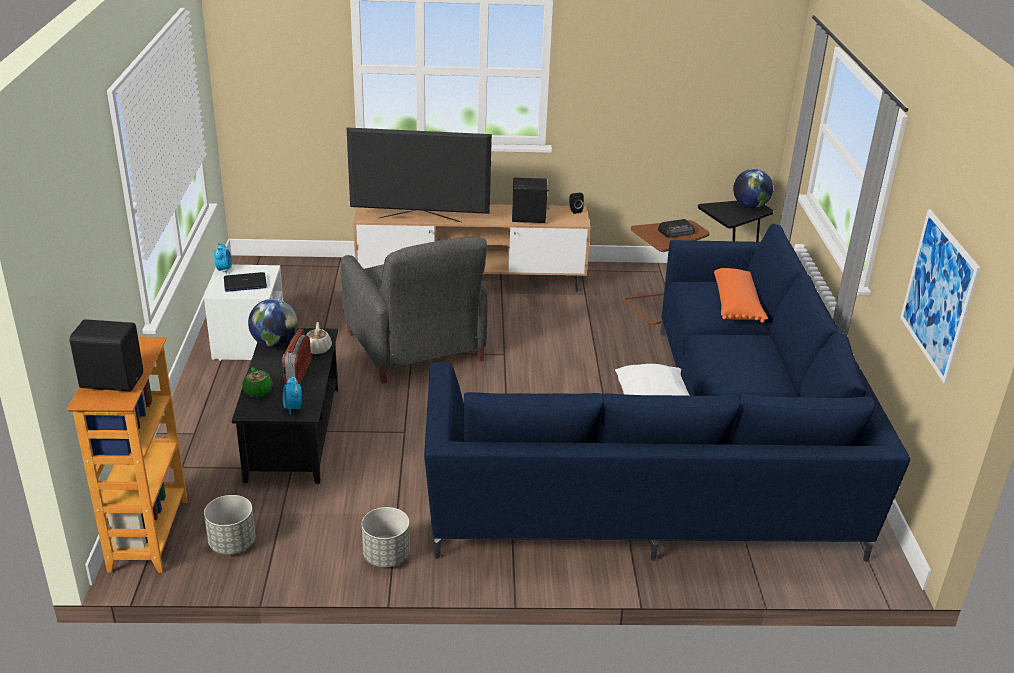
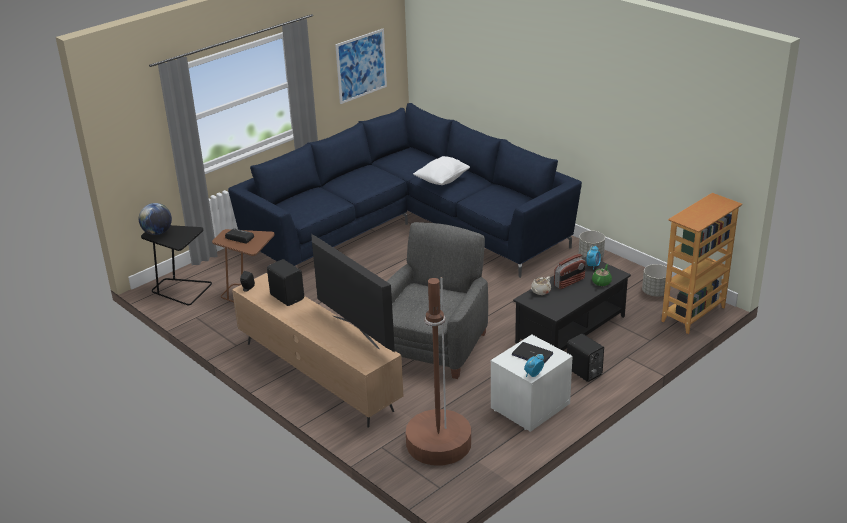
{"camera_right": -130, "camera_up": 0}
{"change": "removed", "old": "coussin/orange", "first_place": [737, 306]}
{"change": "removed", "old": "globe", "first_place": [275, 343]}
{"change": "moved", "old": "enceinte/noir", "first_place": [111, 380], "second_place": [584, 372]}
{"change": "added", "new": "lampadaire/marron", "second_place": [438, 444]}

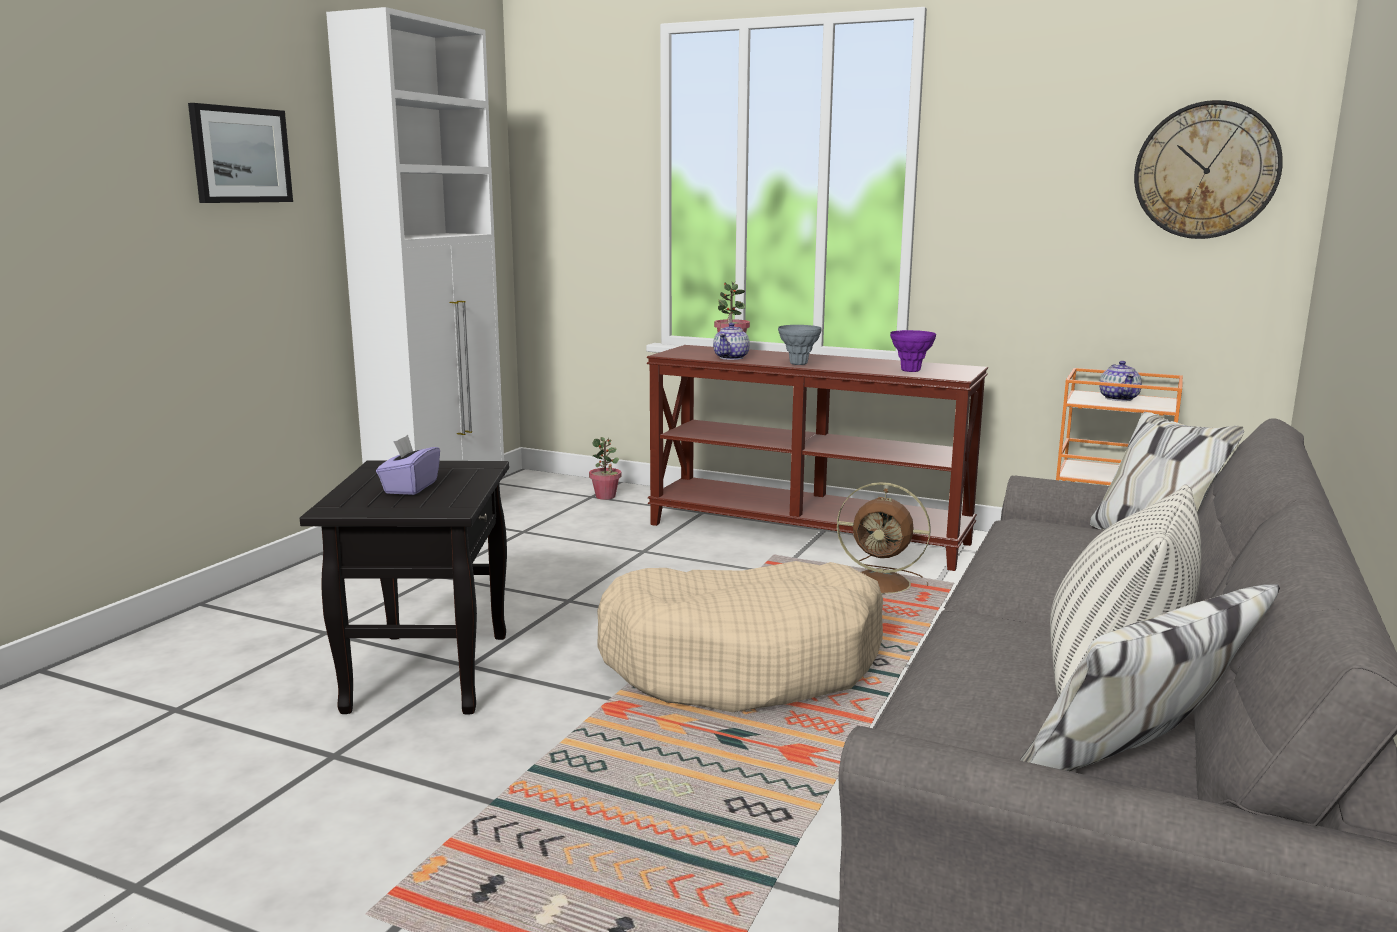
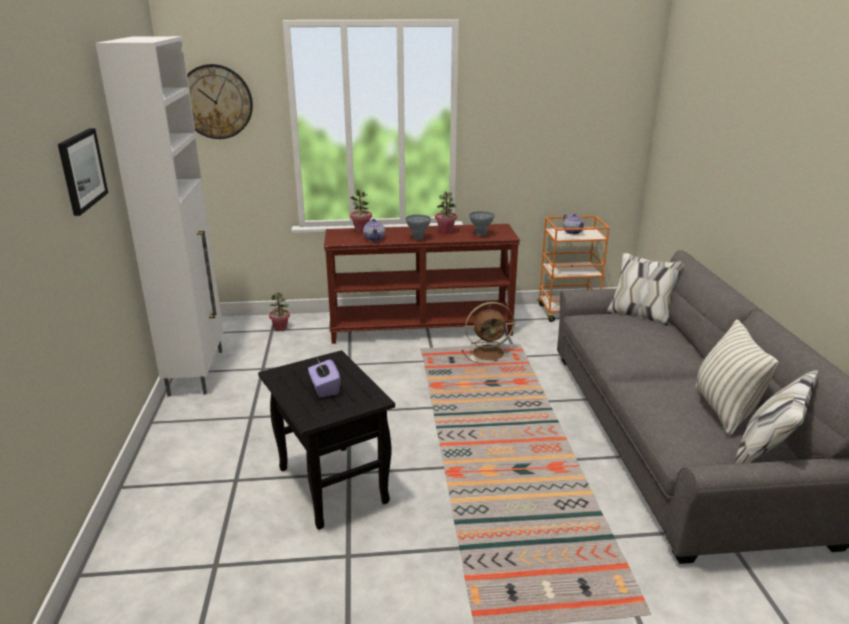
{"camera_right": -30, "camera_up": 10}
{"change": "moved", "old": "horloge murale", "first_place": [1206, 170], "second_place": [216, 102]}
{"change": "recoloured", "old": "vase/violet", "new": "vase/gris", "first_place": [910, 371], "second_place": [481, 235]}
{"change": "removed", "old": "panier pour chien/beige", "first_place": [743, 663]}
{"change": "added", "new": "plante en pot", "second_place": [445, 232]}

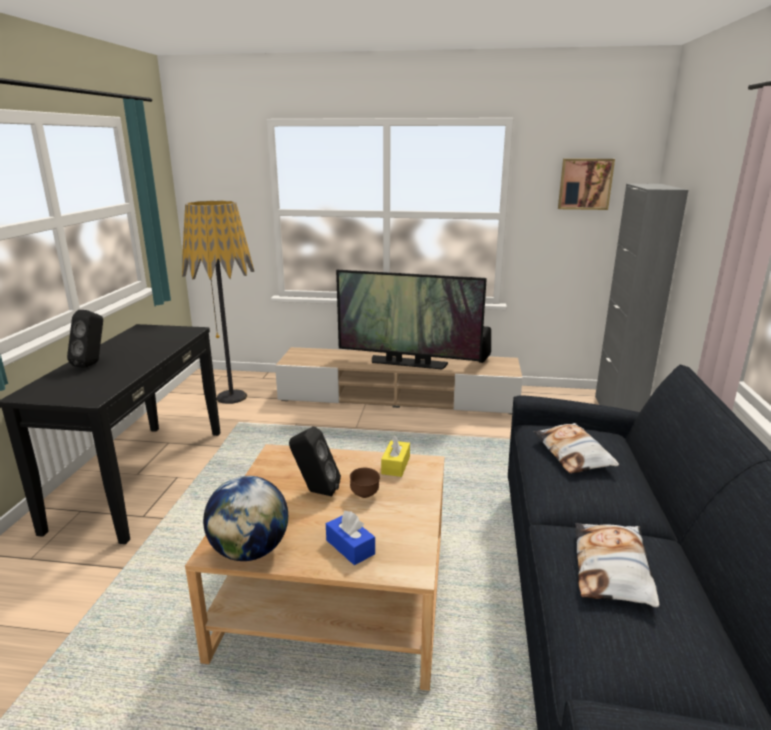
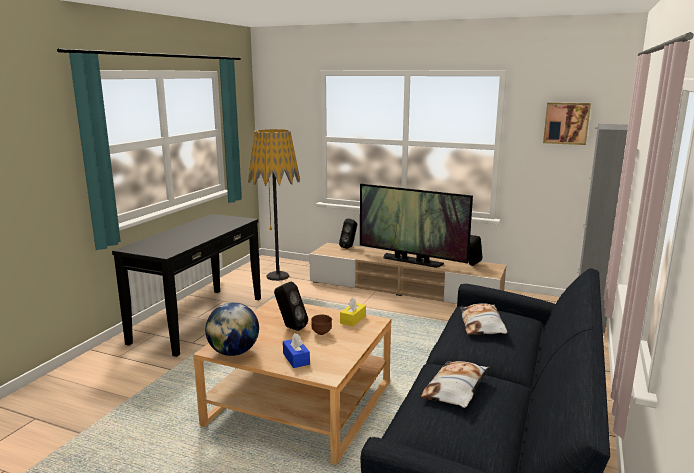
{"camera_right": 15, "camera_up": -5}
{"change": "moved", "old": "enceinte/noir", "first_place": [92, 364], "second_place": [349, 247]}

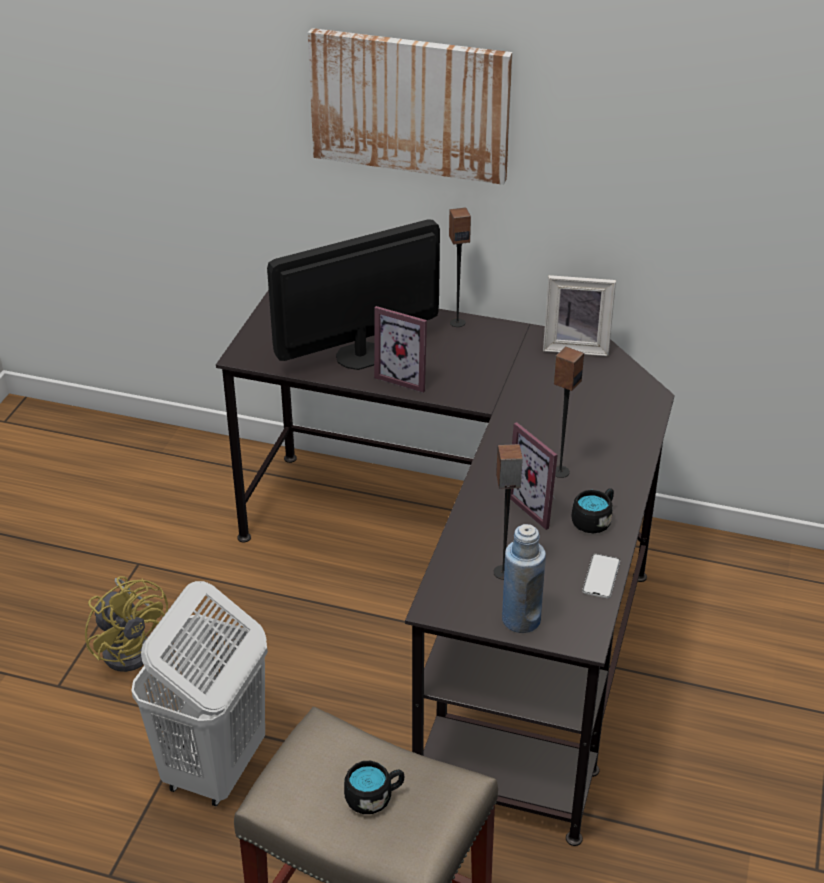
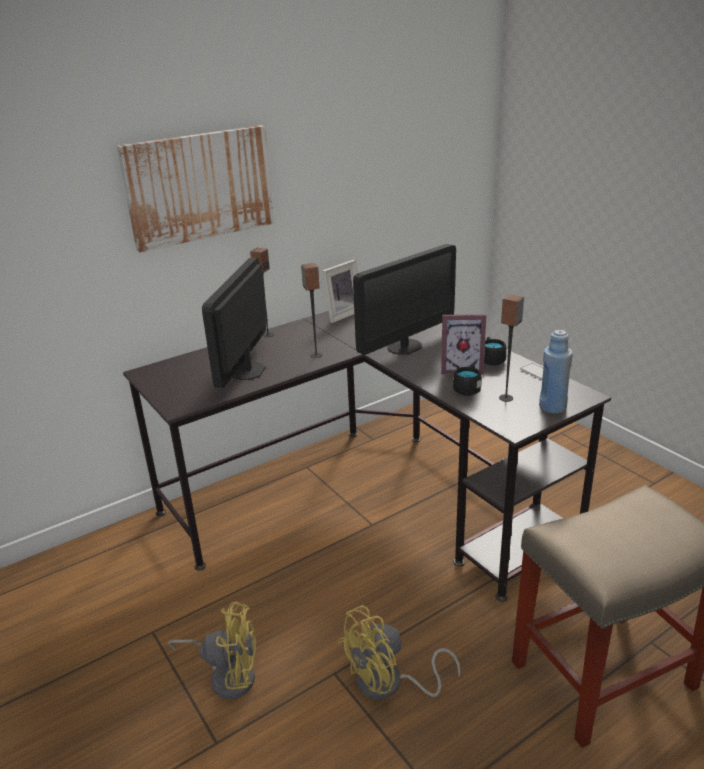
{"camera_right": -50, "camera_up": -10}
{"change": "removed", "old": "cadre photo", "first_place": [405, 377]}
{"change": "moved", "old": "enceinte", "first_place": [559, 471], "second_place": [316, 355]}
{"change": "replaced", "old": "panier à linge/blanc", "new": "ventilateur/jaune", "first_place": [213, 768], "second_place": [389, 684]}
{"change": "moved", "old": "mug/noir", "first_place": [374, 797], "second_place": [468, 388]}
{"change": "added", "new": "écran d'ordinateur", "second_place": [404, 347]}

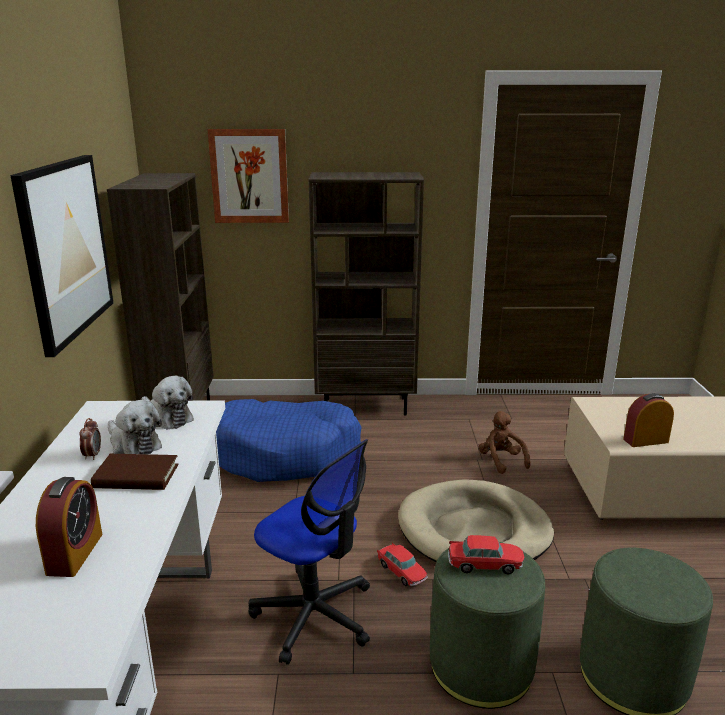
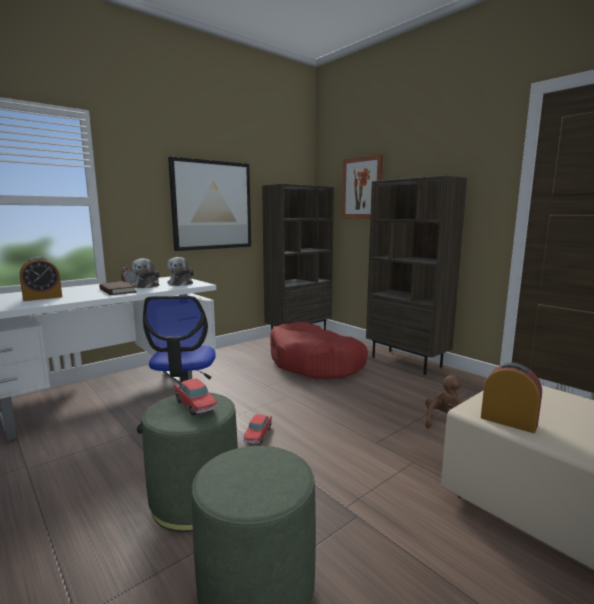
{"camera_right": 50, "camera_up": -10}
{"change": "recoloured", "old": "panier pour chien/bleu", "new": "panier pour chien/rouge", "first_place": [285, 454], "second_place": [315, 363]}
{"change": "removed", "old": "panier pour chien/beige", "first_place": [474, 531]}

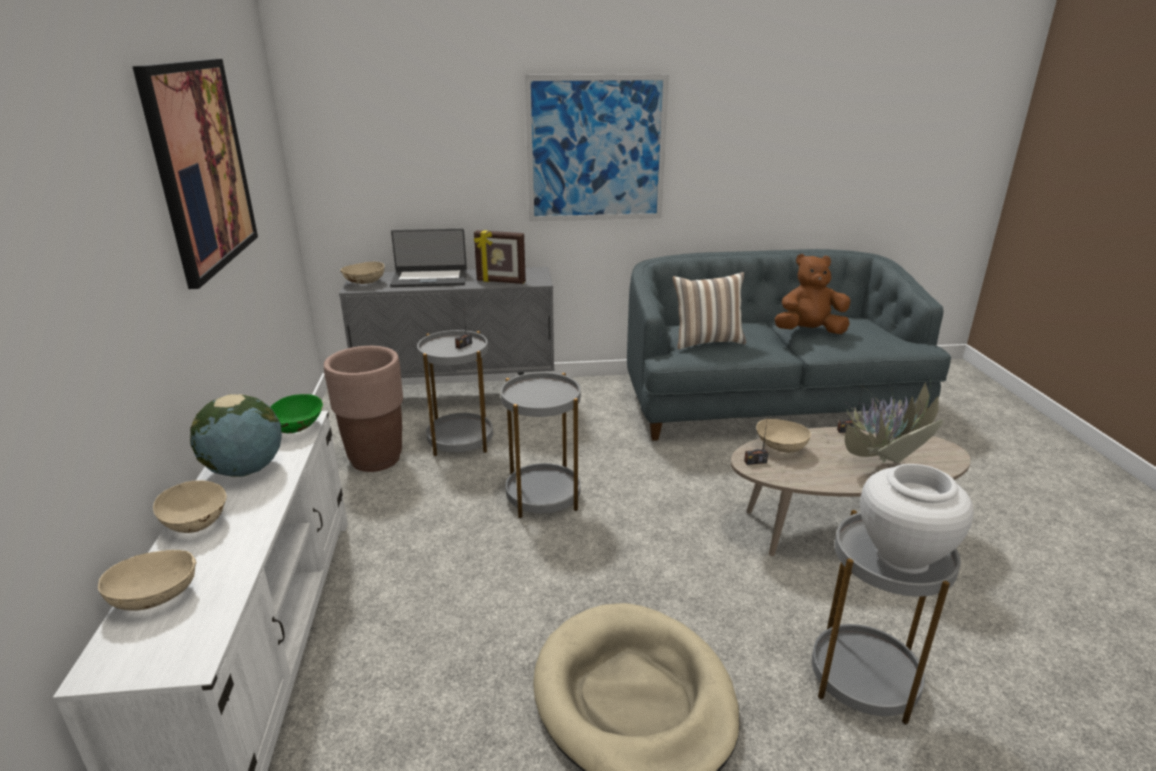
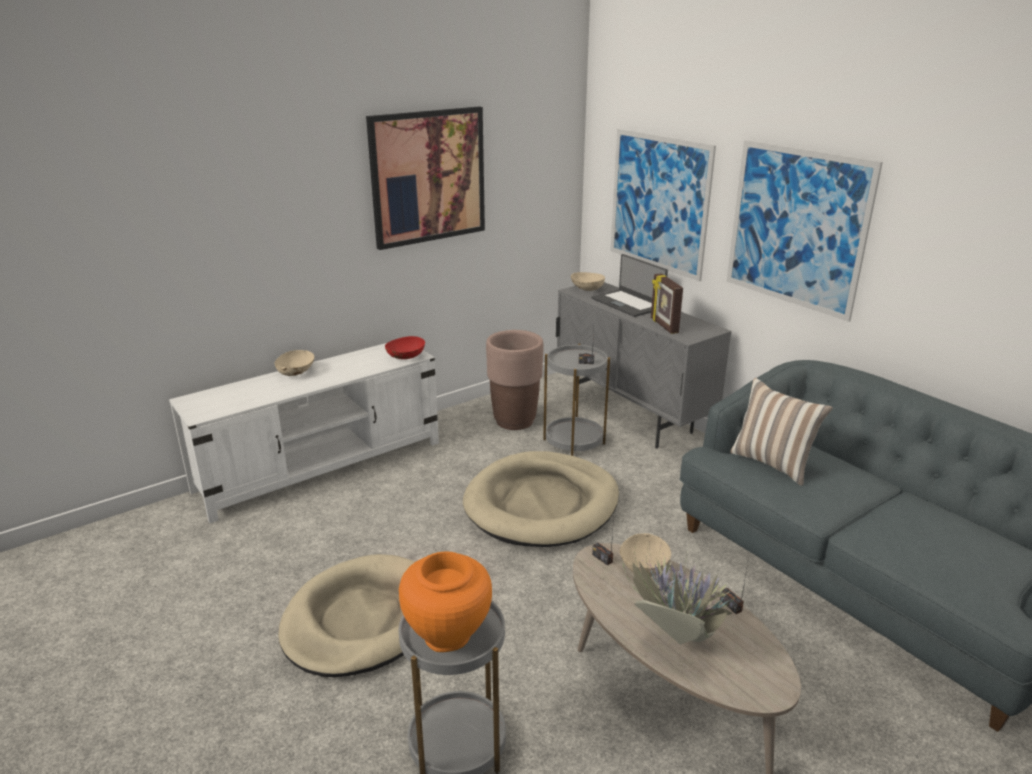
{"camera_right": 60, "camera_up": 0}
{"change": "removed", "old": "peluche/marron", "first_place": [808, 332]}
{"change": "replaced", "old": "table d'appoint/gris", "new": "panier pour chien/beige", "first_place": [543, 497], "second_place": [542, 504]}
{"change": "removed", "old": "globe", "first_place": [245, 470]}
{"change": "recoloured", "old": "bol/vert", "new": "bol/rouge", "first_place": [298, 428], "second_place": [406, 357]}
{"change": "recoloured", "old": "vase/blanc", "new": "vase/orange", "first_place": [902, 556], "second_place": [447, 635]}
{"change": "removed", "old": "bol/beige", "first_place": [156, 596]}
{"change": "added", "new": "tableau", "second_place": [659, 203]}

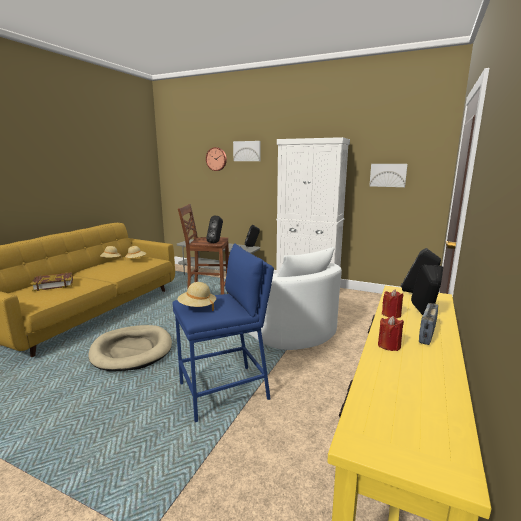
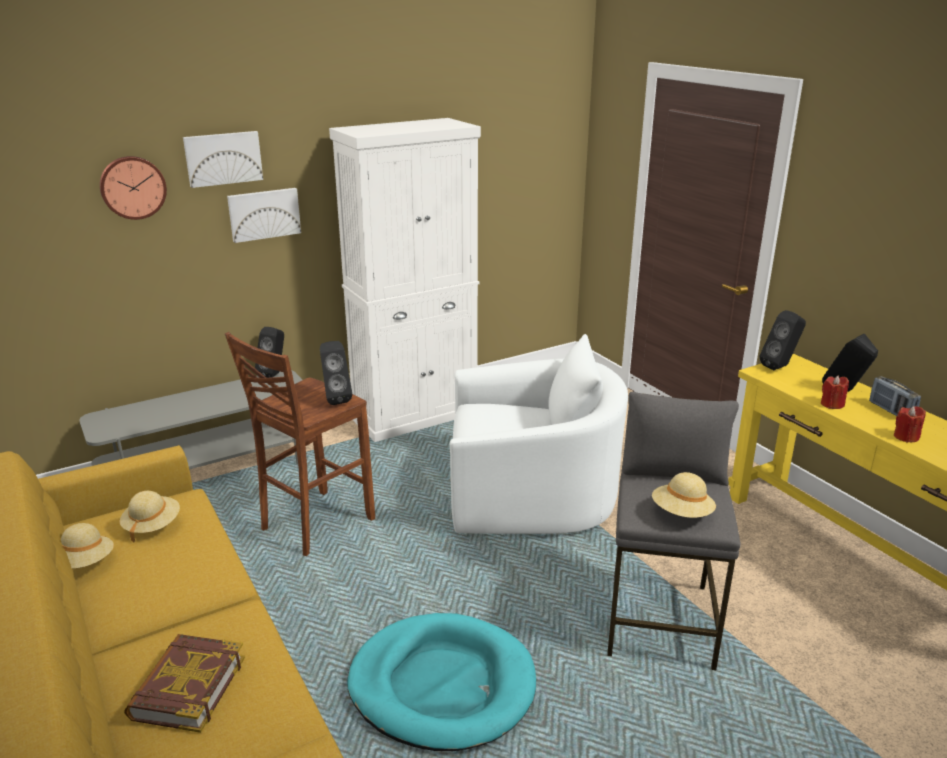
{"camera_right": -55, "camera_up": 10}
{"change": "moved", "old": "tableau", "first_place": [388, 175], "second_place": [264, 214]}
{"change": "recoloured", "old": "tabouret/bleu", "new": "tabouret/gris", "first_place": [224, 392], "second_place": [660, 619]}
{"change": "recoloured", "old": "panier pour chien/beige", "new": "panier pour chien/turquoise", "first_place": [132, 350], "second_place": [442, 685]}

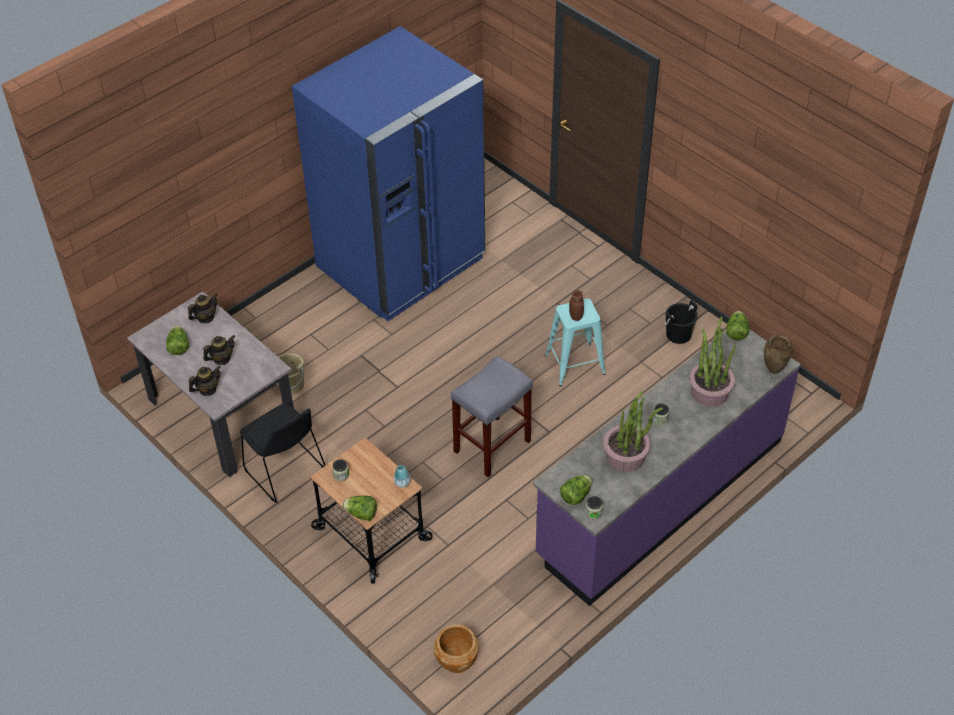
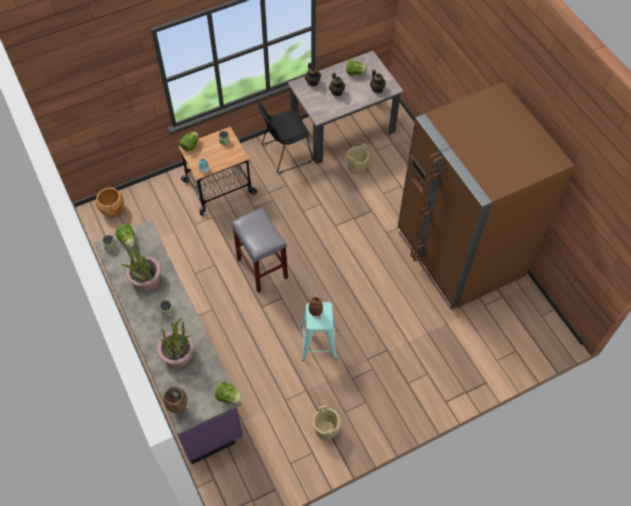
{"camera_right": 105, "camera_up": 10}
{"change": "recoloured", "old": "réfrigérateur/bleu", "new": "réfrigérateur/marron", "first_place": [400, 263], "second_place": [460, 254]}
{"change": "recoloured", "old": "seau/noir", "new": "seau/beige", "first_place": [678, 334], "second_place": [326, 429]}

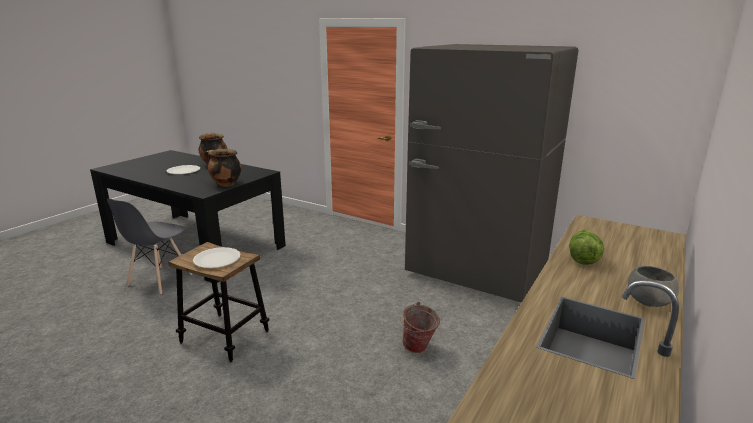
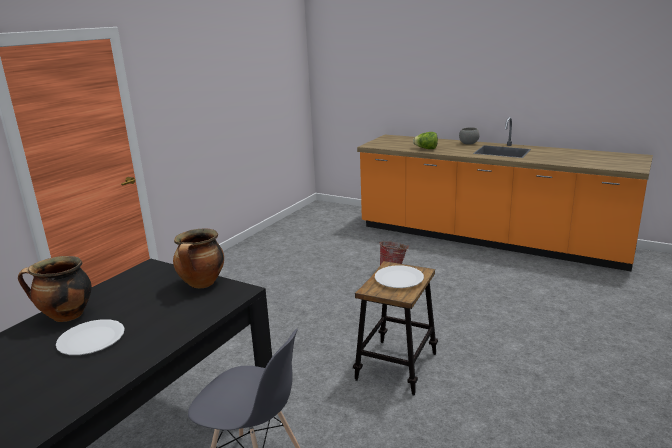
{"camera_right": -90, "camera_up": 0}
{"change": "removed", "old": "réfrigérateur/gris", "first_place": [476, 272]}

